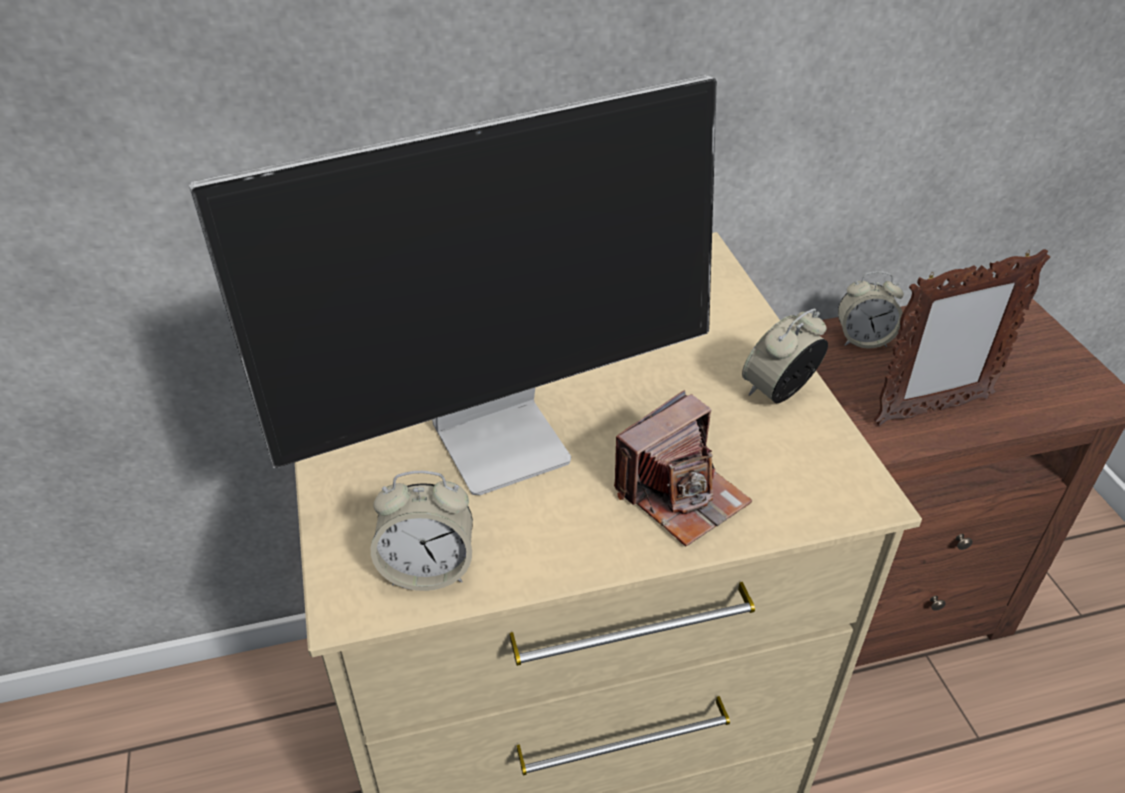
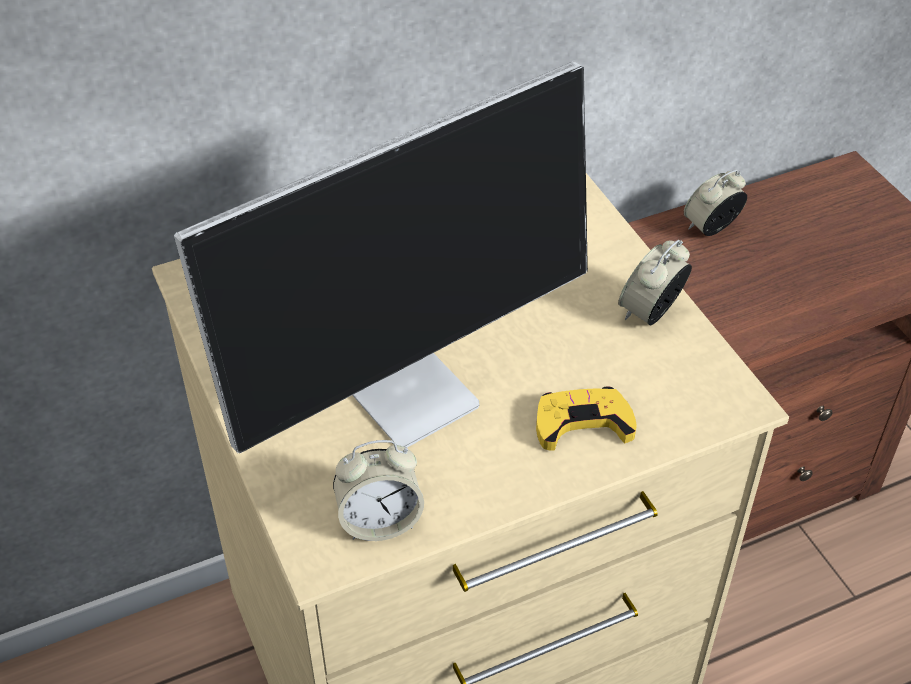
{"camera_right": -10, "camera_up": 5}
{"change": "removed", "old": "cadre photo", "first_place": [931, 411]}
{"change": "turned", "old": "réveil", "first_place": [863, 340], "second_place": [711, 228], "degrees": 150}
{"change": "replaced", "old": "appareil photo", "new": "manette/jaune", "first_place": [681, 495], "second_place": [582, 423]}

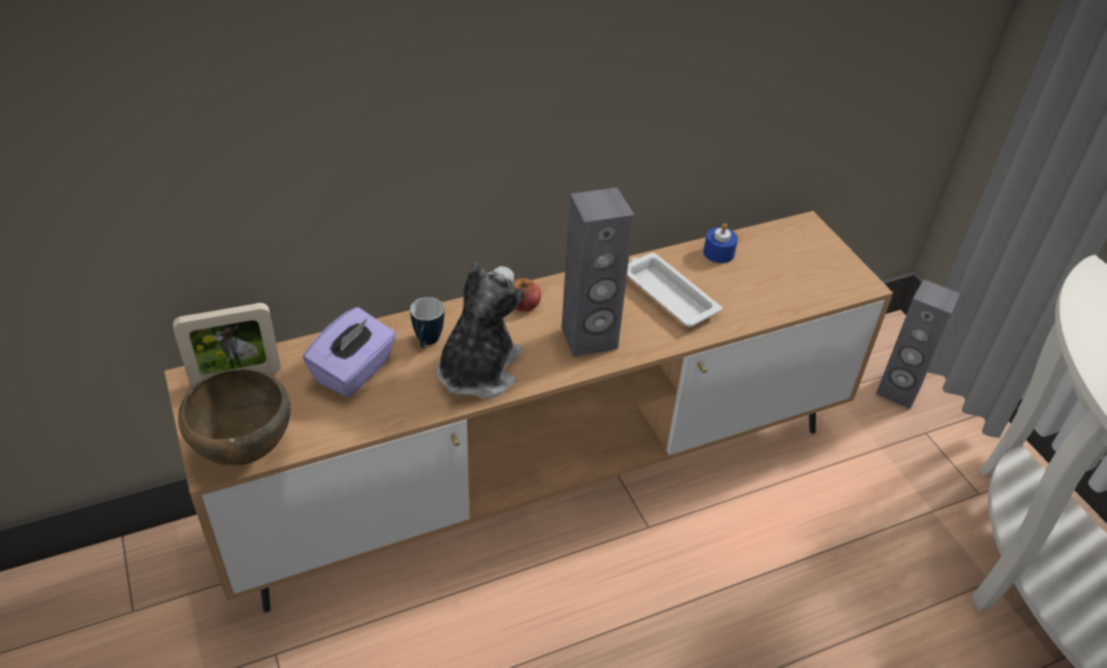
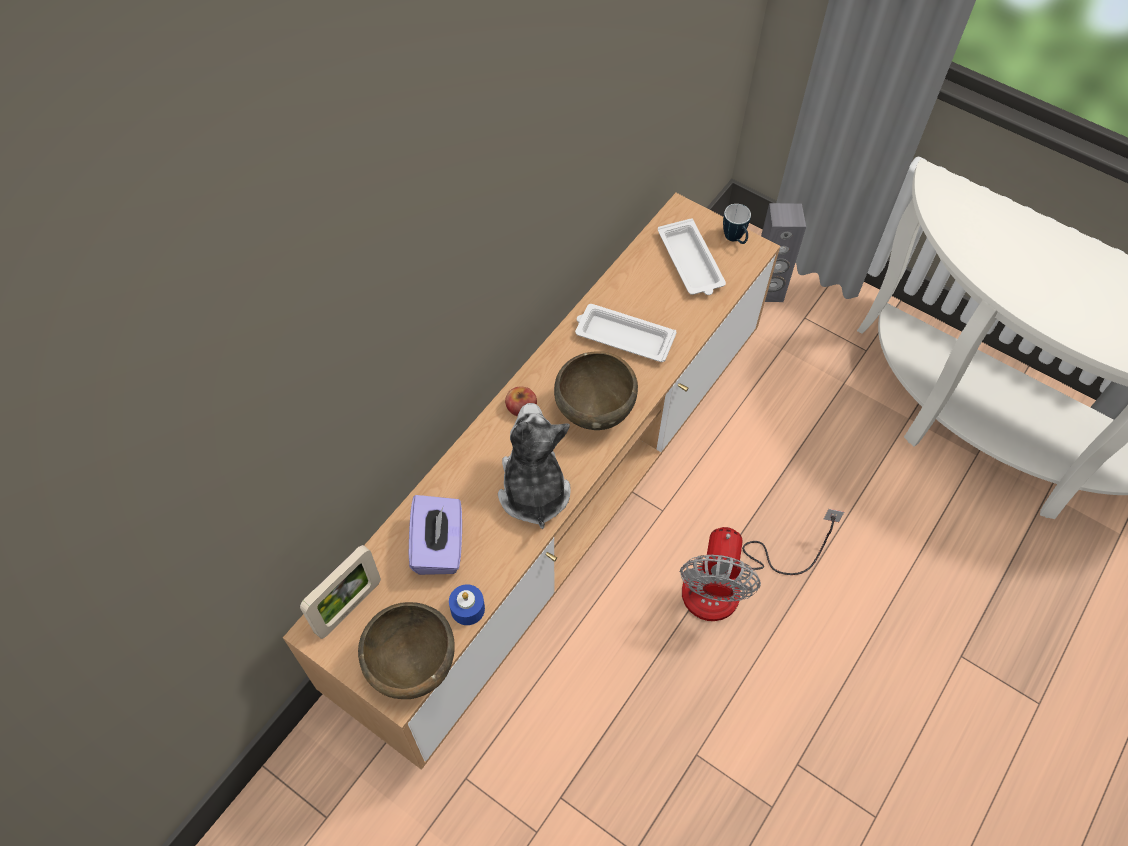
{"camera_right": -30, "camera_up": 15}
{"change": "replaced", "old": "enceinte/gris", "new": "bol/marron", "first_place": [589, 338], "second_place": [594, 412]}
{"change": "moved", "old": "bougie/bleu", "first_place": [718, 253], "second_place": [467, 609]}
{"change": "moved", "old": "mug", "first_place": [427, 343], "second_place": [735, 240]}
{"change": "added", "new": "plateau/blanc", "second_place": [691, 263]}
{"change": "added", "new": "ventilateur", "second_place": [730, 584]}

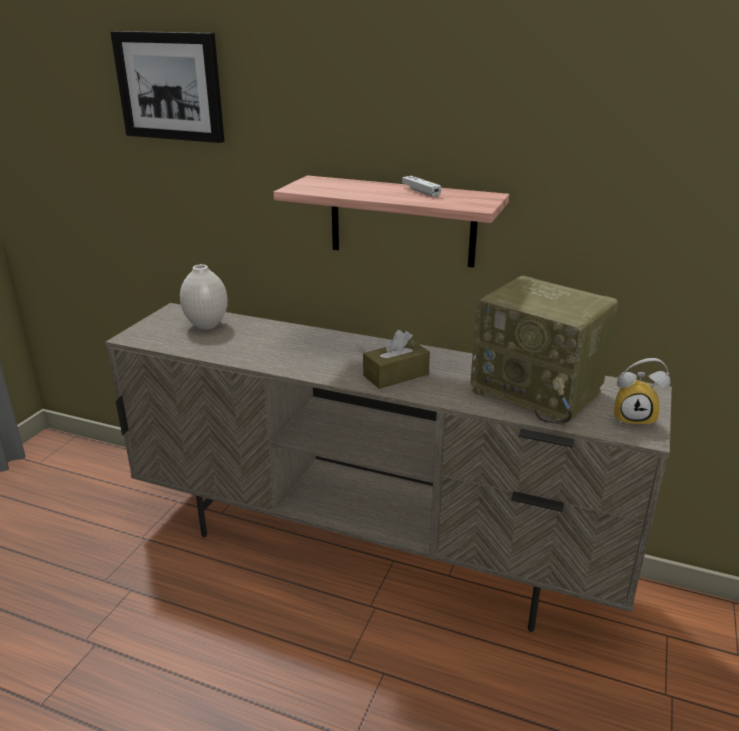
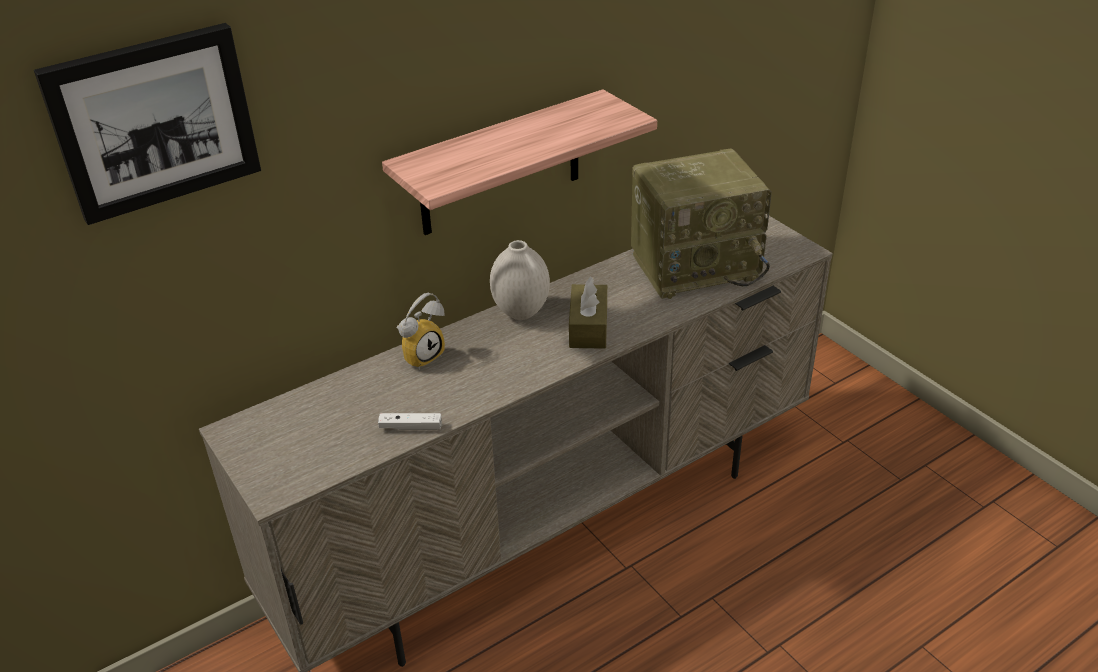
{"camera_right": -55, "camera_up": 10}
{"change": "moved", "old": "manette/blanc", "first_place": [421, 191], "second_place": [410, 427]}
{"change": "moved", "old": "vase/blanc", "first_place": [206, 325], "second_place": [520, 312]}
{"change": "moved", "old": "réveil", "first_place": [634, 418], "second_place": [421, 355]}

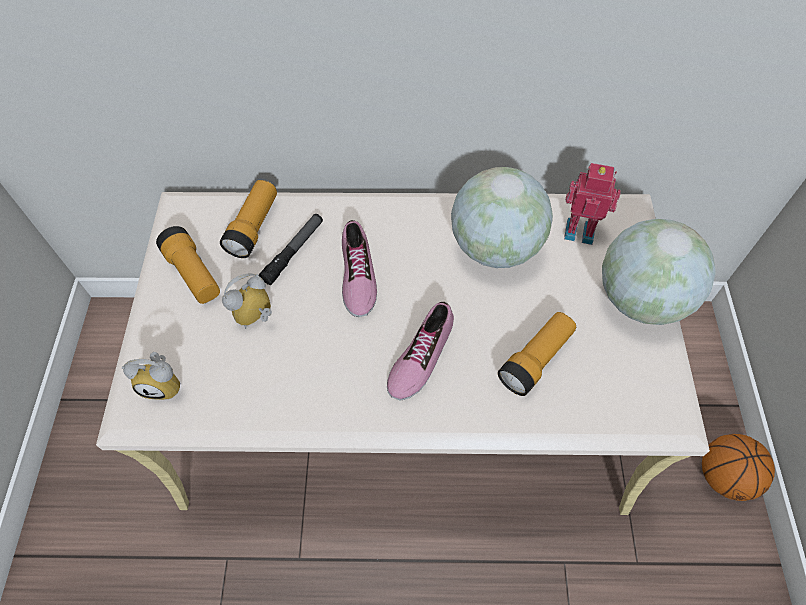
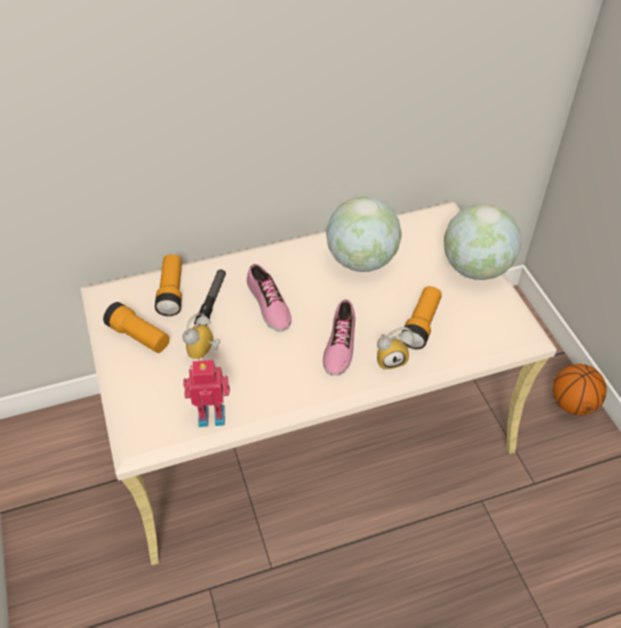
{"camera_right": -20, "camera_up": -10}
{"change": "moved", "old": "robot jouet", "first_place": [579, 230], "second_place": [211, 414]}
{"change": "moved", "old": "réveil", "first_place": [165, 383], "second_place": [391, 358]}

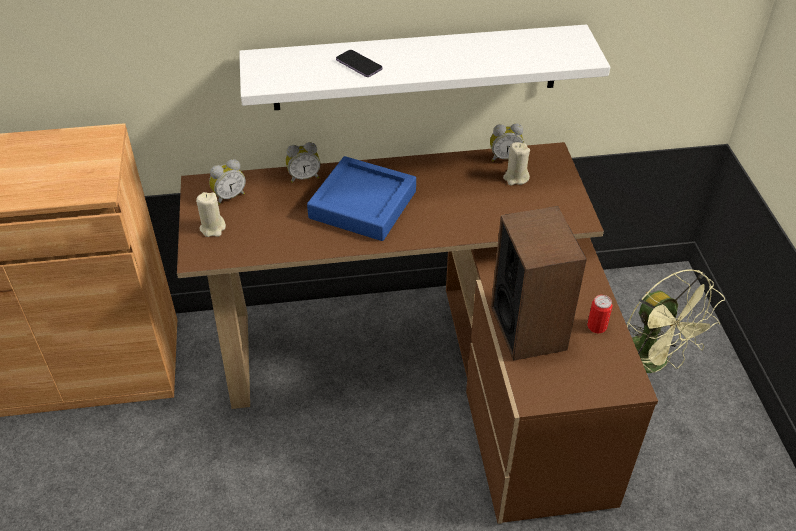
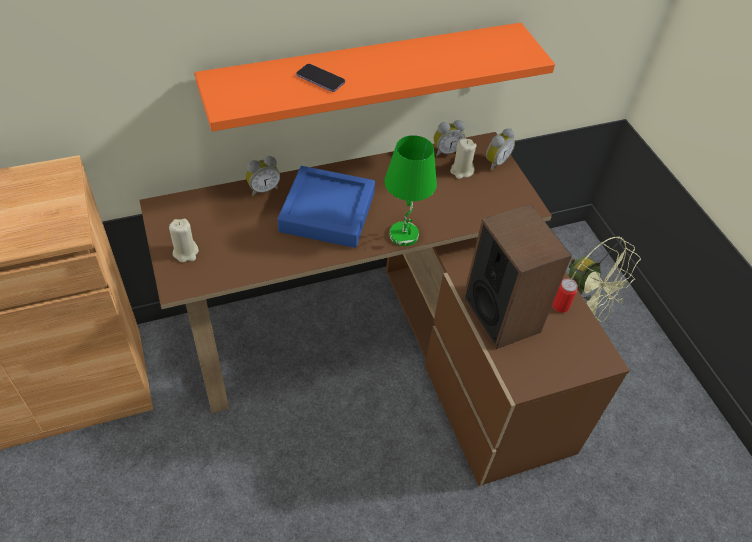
{"camera_right": -15, "camera_up": 5}
{"change": "recoloured", "old": "étagère/blanc", "new": "étagère/orange", "first_place": [416, 68], "second_place": [365, 75]}
{"change": "moved", "old": "réveil", "first_place": [229, 196], "second_place": [495, 162]}
{"change": "added", "new": "lampe de table/vert", "second_place": [404, 235]}

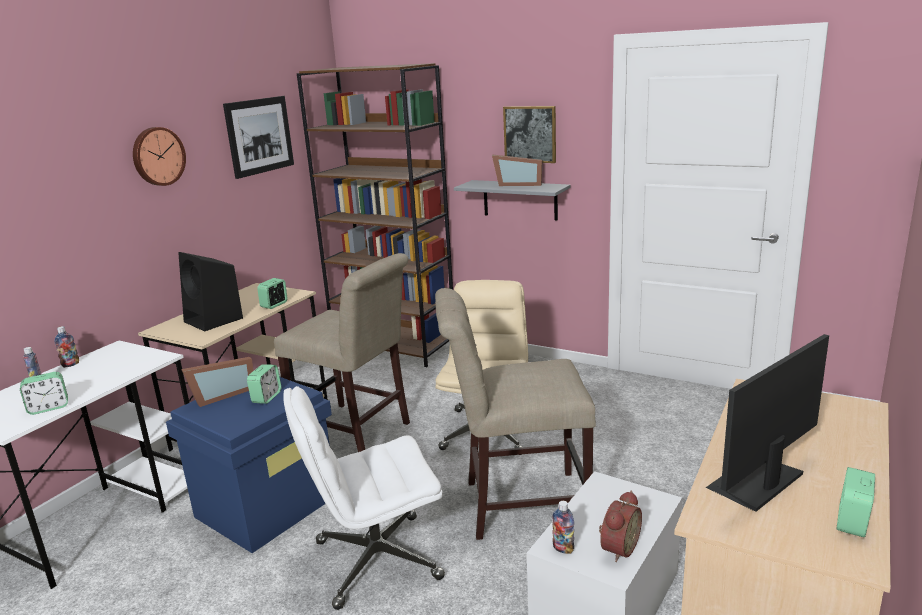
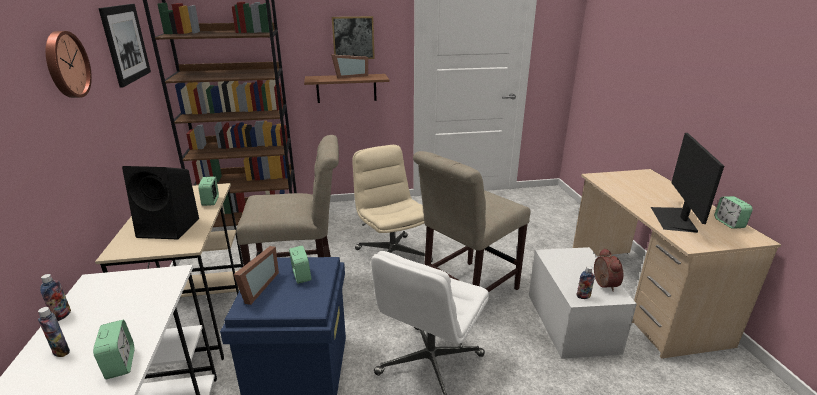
{"camera_right": -40, "camera_up": 5}
{"change": "recoloured", "old": "étagère/gris", "new": "étagère/marron", "first_place": [520, 200], "second_place": [346, 88]}
{"change": "turned", "old": "réveil", "first_place": [48, 408], "second_place": [120, 364], "degrees": -45}

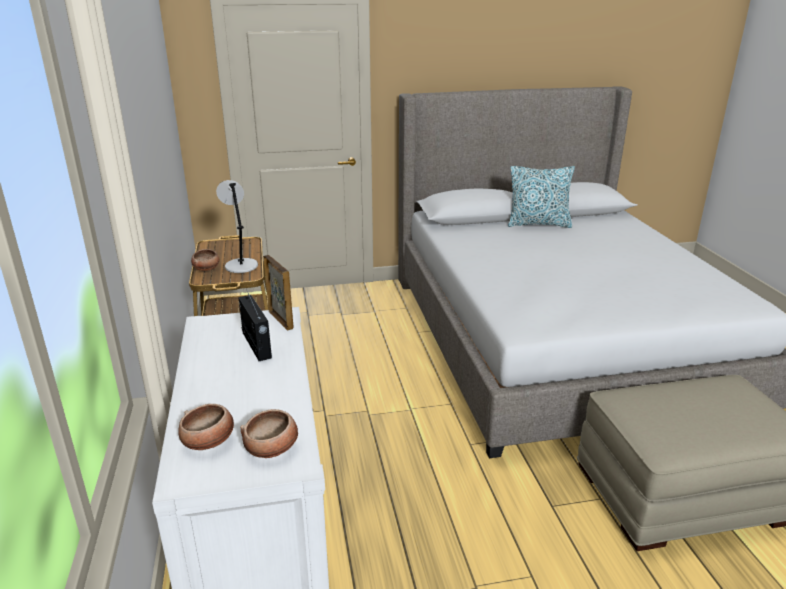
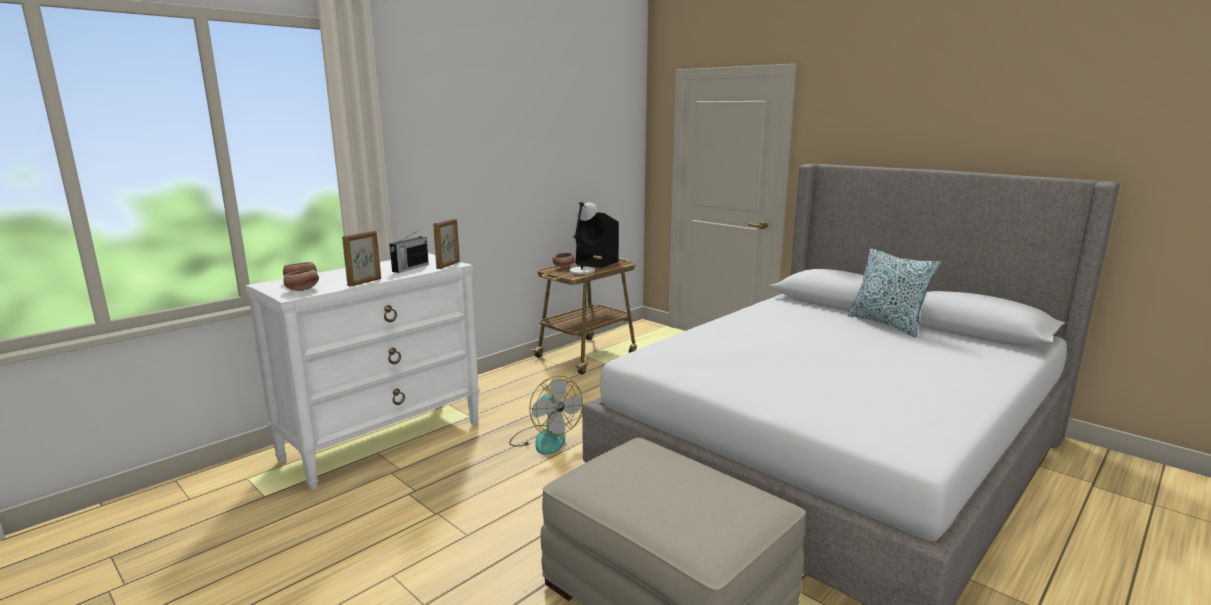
{"camera_right": 55, "camera_up": -10}
{"change": "added", "new": "enceinte/noir", "second_place": [598, 263]}
{"change": "added", "new": "cadre photo", "second_place": [365, 282]}
{"change": "added", "new": "ventilateur", "second_place": [544, 439]}

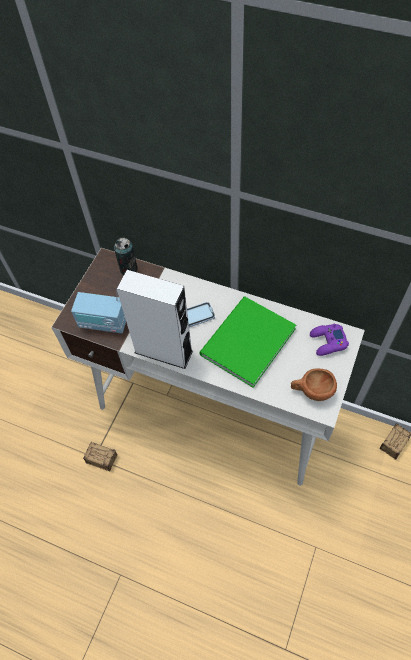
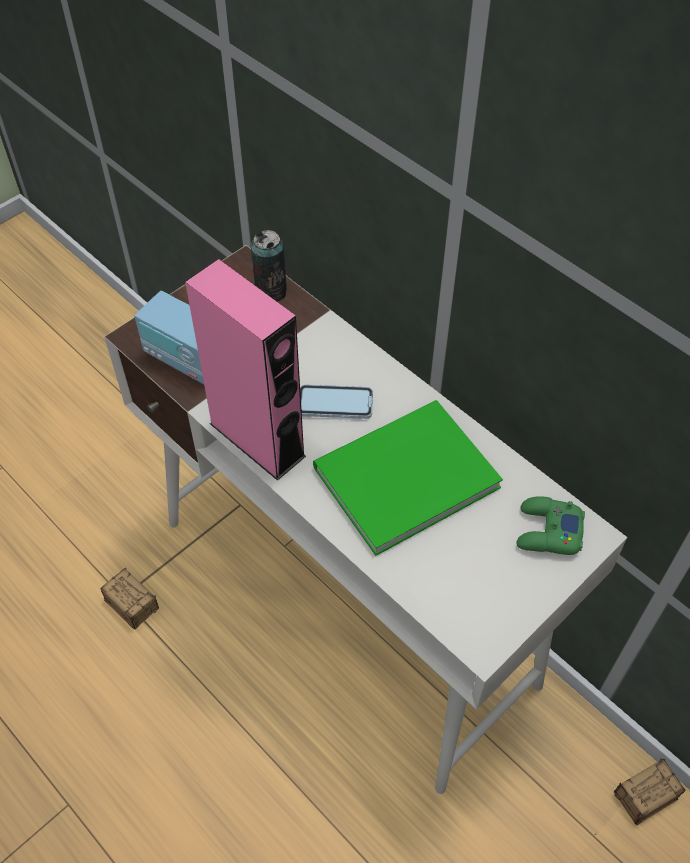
{"camera_right": 20, "camera_up": -5}
{"change": "recoloured", "old": "enceinte/blanc", "new": "enceinte/rose", "first_place": [163, 351], "second_place": [257, 440]}
{"change": "recoloured", "old": "manette/violet", "new": "manette/vert", "first_place": [327, 342], "second_place": [548, 532]}
{"change": "removed", "old": "tasse/marron", "first_place": [311, 391]}

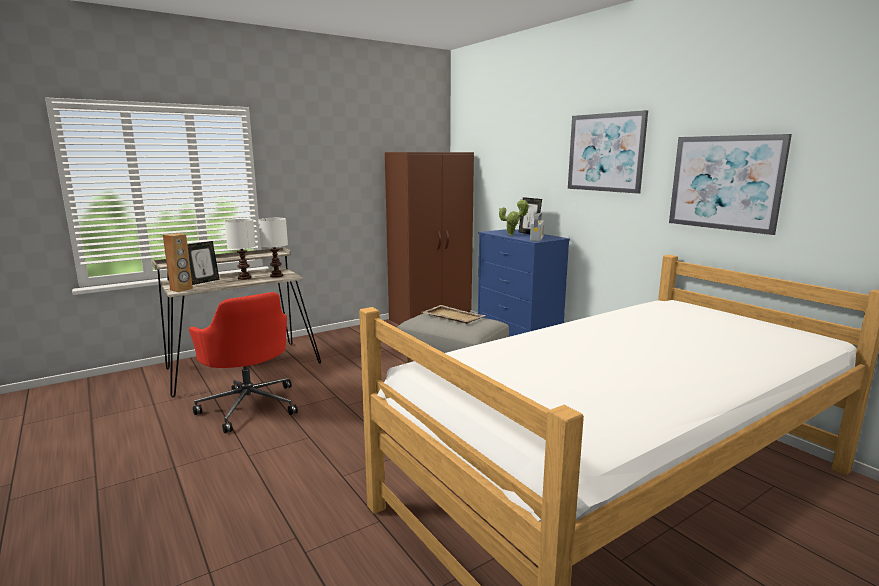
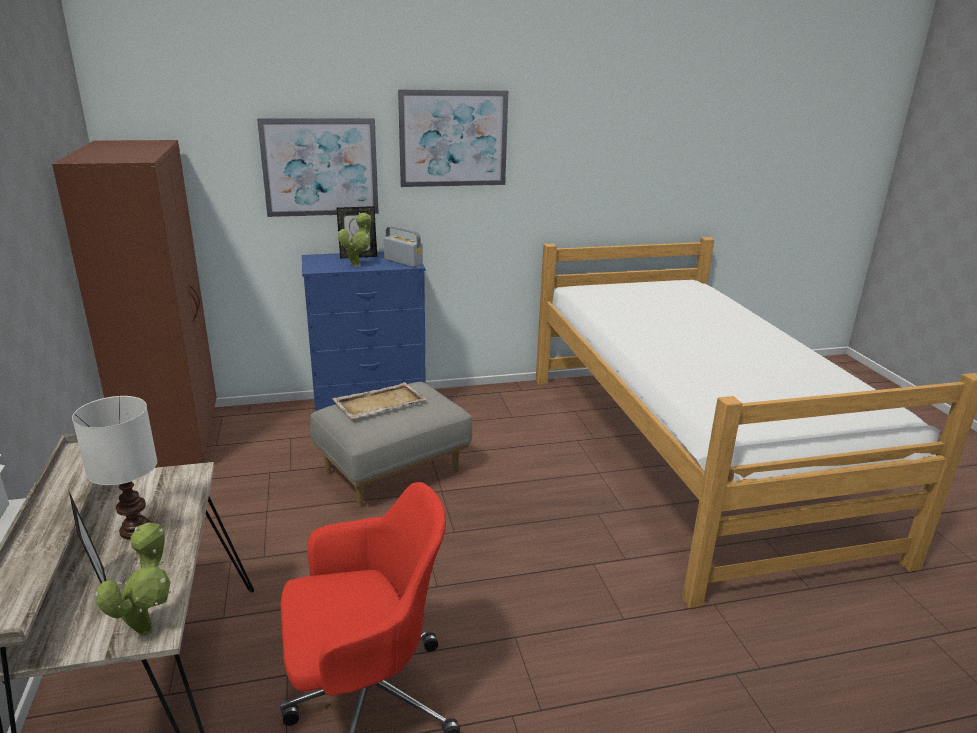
{"camera_right": -70, "camera_up": 10}
{"change": "moved", "old": "tableau", "first_place": [725, 183], "second_place": [320, 167]}
{"change": "removed", "old": "lampe de table/blanc", "first_place": [276, 276]}
{"change": "replaced", "old": "enceinte/marron", "new": "plante en pot", "first_place": [181, 289], "second_place": [148, 626]}

